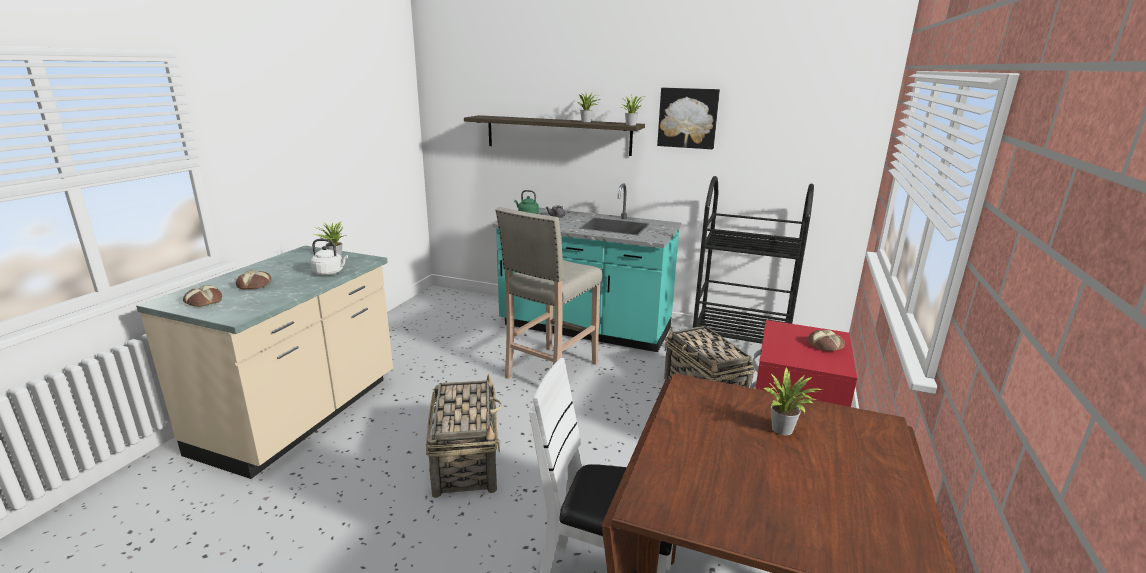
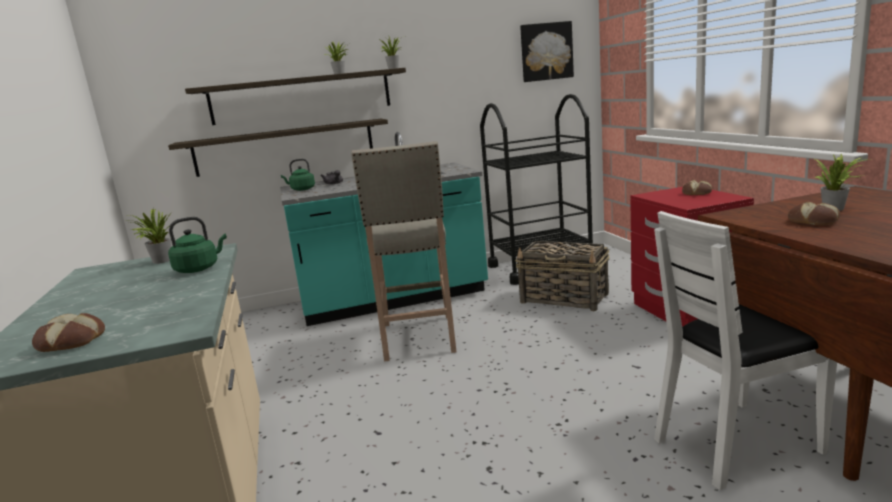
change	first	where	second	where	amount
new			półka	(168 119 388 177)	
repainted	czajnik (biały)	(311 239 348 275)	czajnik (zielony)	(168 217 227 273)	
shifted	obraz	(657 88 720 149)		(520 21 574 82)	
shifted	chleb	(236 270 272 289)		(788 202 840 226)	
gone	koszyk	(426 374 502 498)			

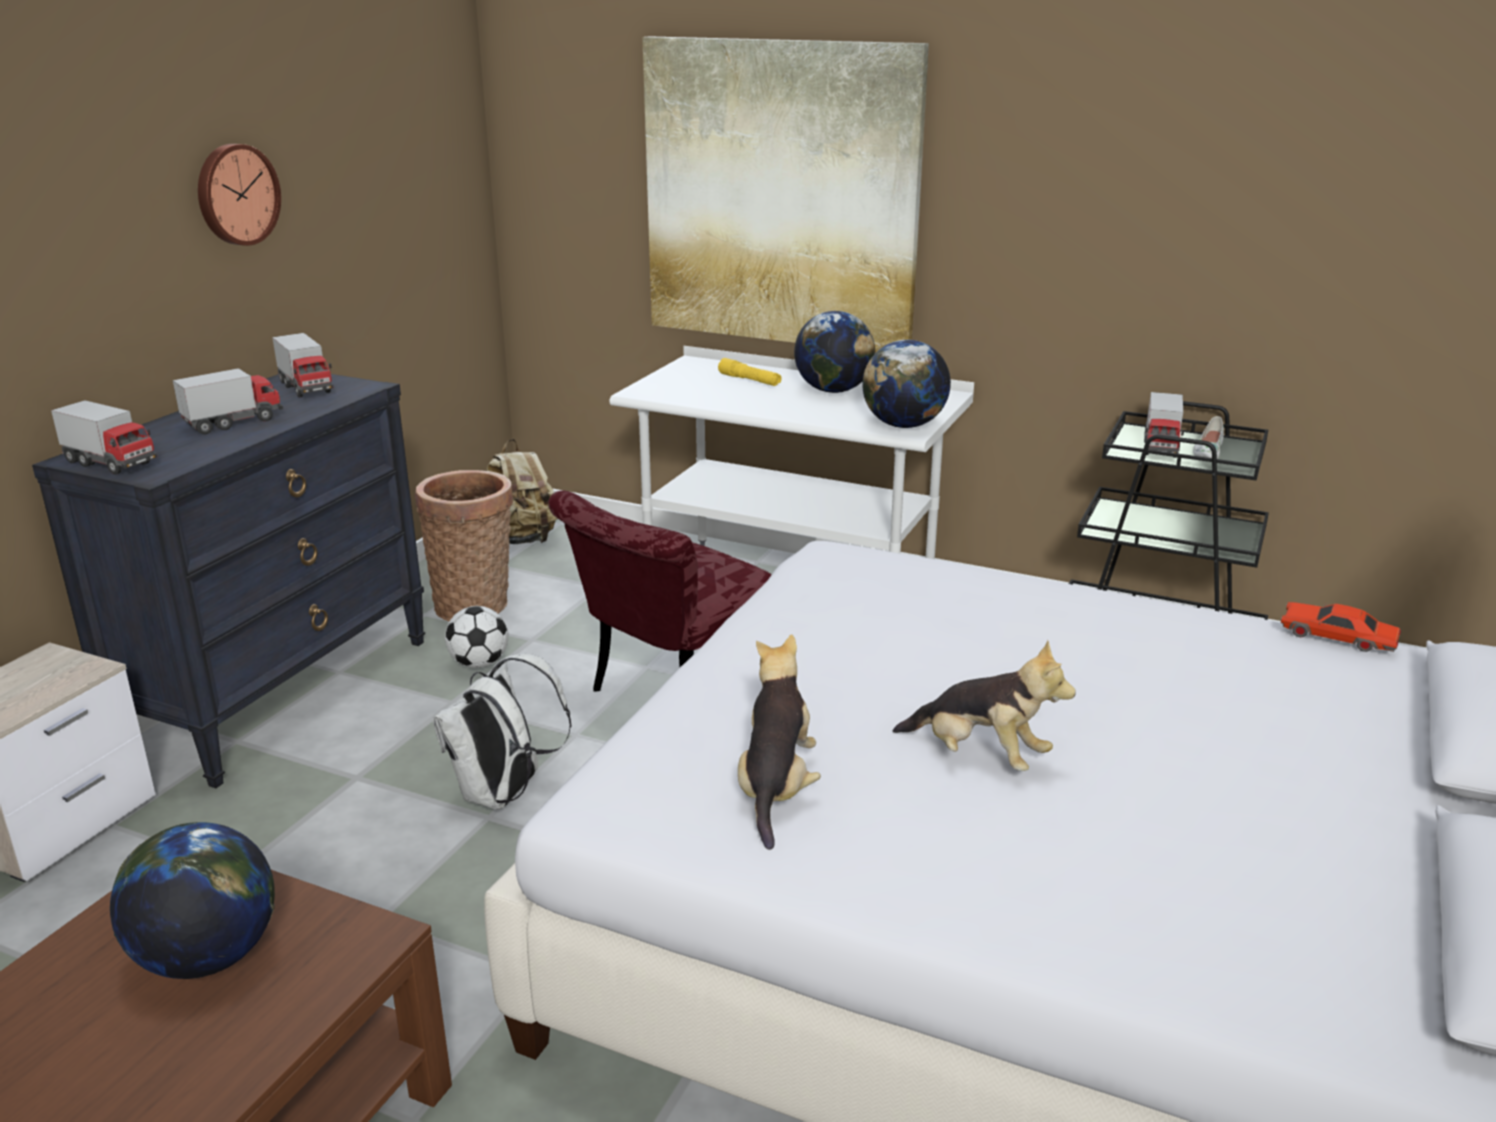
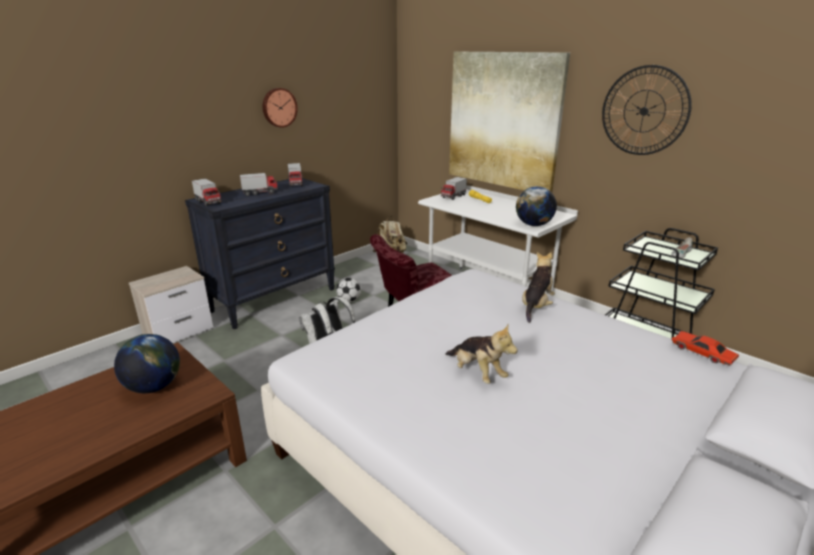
change	first	where	second	where	amount
shifted	ciężarówka zabawkowa	(1144 392 1184 458)		(441 177 467 200)	
shifted	pluszak	(738 634 821 850)		(522 252 555 323)	
new			zegar ścienny	(602 65 692 155)	
gone	koszyk	(415 470 513 621)			
gone	globus	(794 311 875 393)			

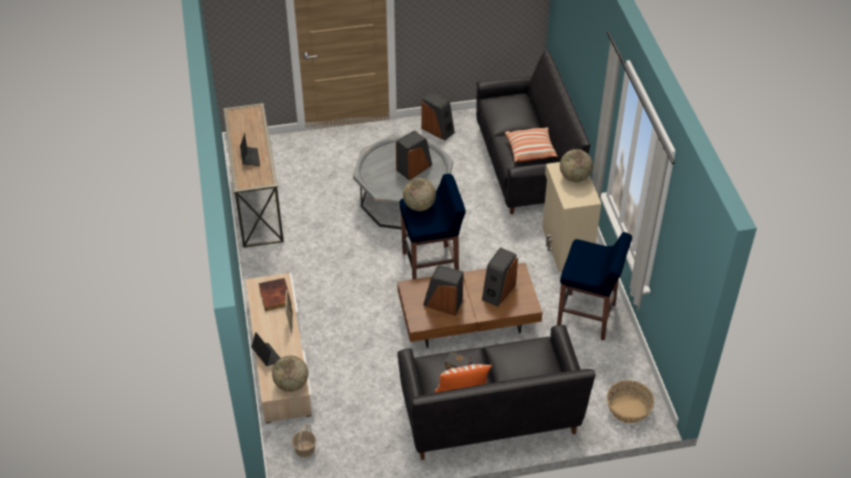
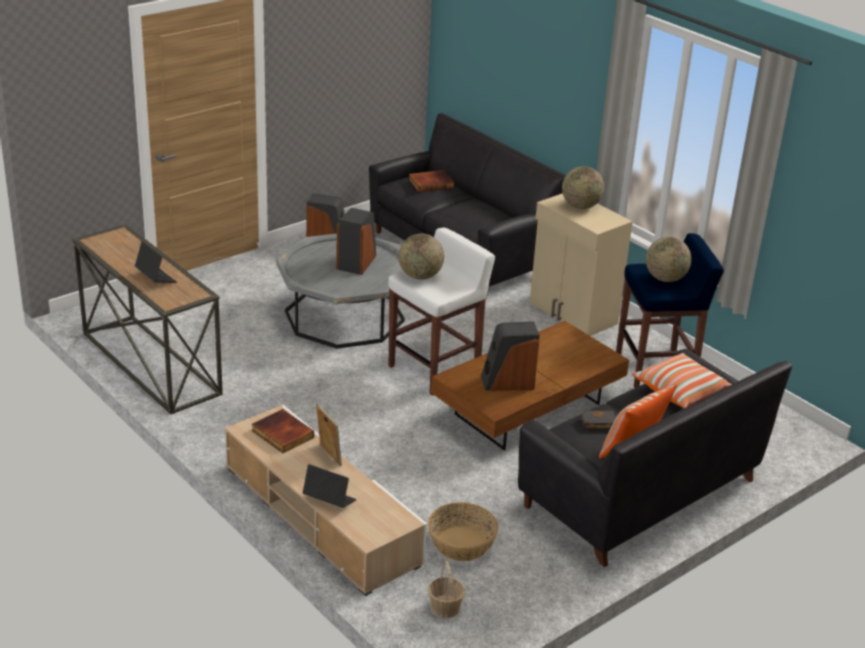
change	first	where	second	where	amount
repainted	stołek (niebieski)	(399 174 466 279)	stołek (biały)	(388 228 495 396)	
new			książka	(409 170 454 192)	
shifted	koszyk	(607 380 654 423)		(428 502 499 561)	
shifted	poduszka	(505 127 558 162)		(632 353 732 408)	
shifted	globus	(272 355 308 392)		(646 237 692 282)	
gone	głośnik	(482 247 518 307)			

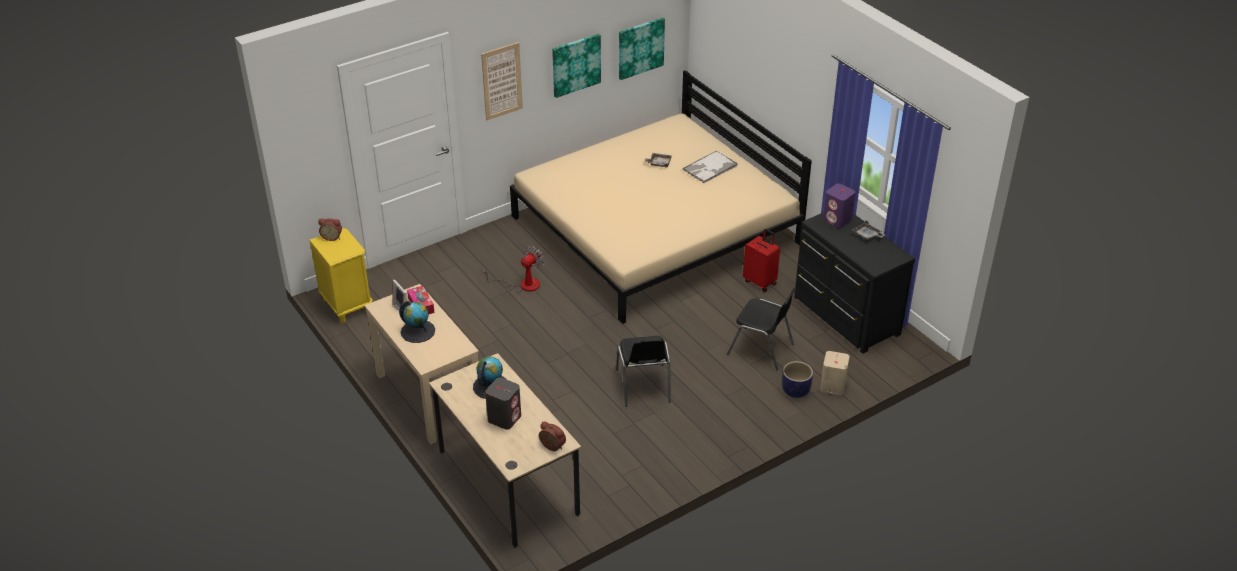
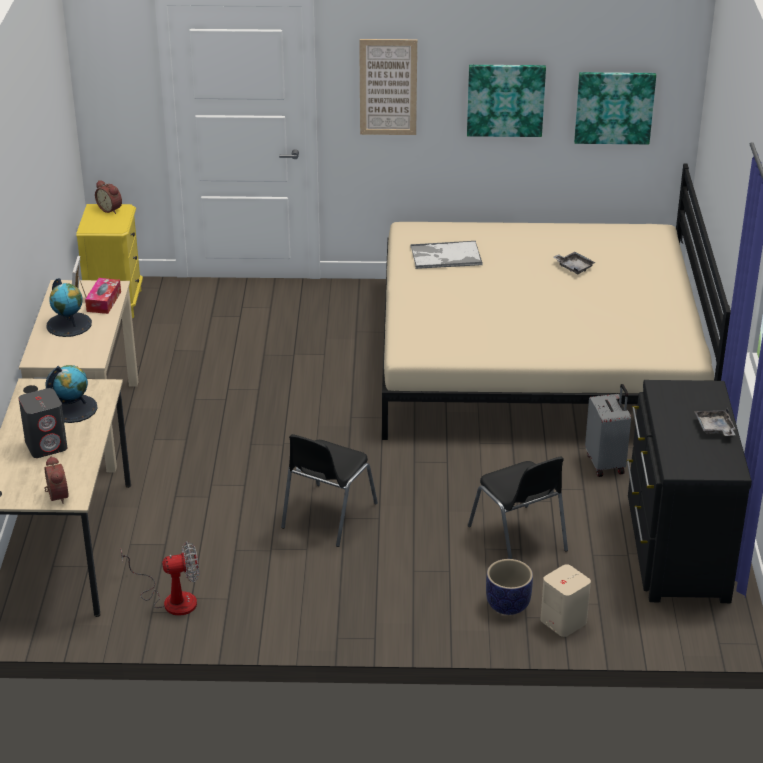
change	first	where	second	where	amount
shifted	wentylator	(482 246 544 292)		(121 542 199 616)	
shifted	taca	(683 151 738 183)		(410 241 483 269)	
repainted	walizka (czerwony)	(743 229 780 292)	walizka (szary)	(585 384 631 477)	
gone	głośnik (fioletowy)	(823 184 855 228)			

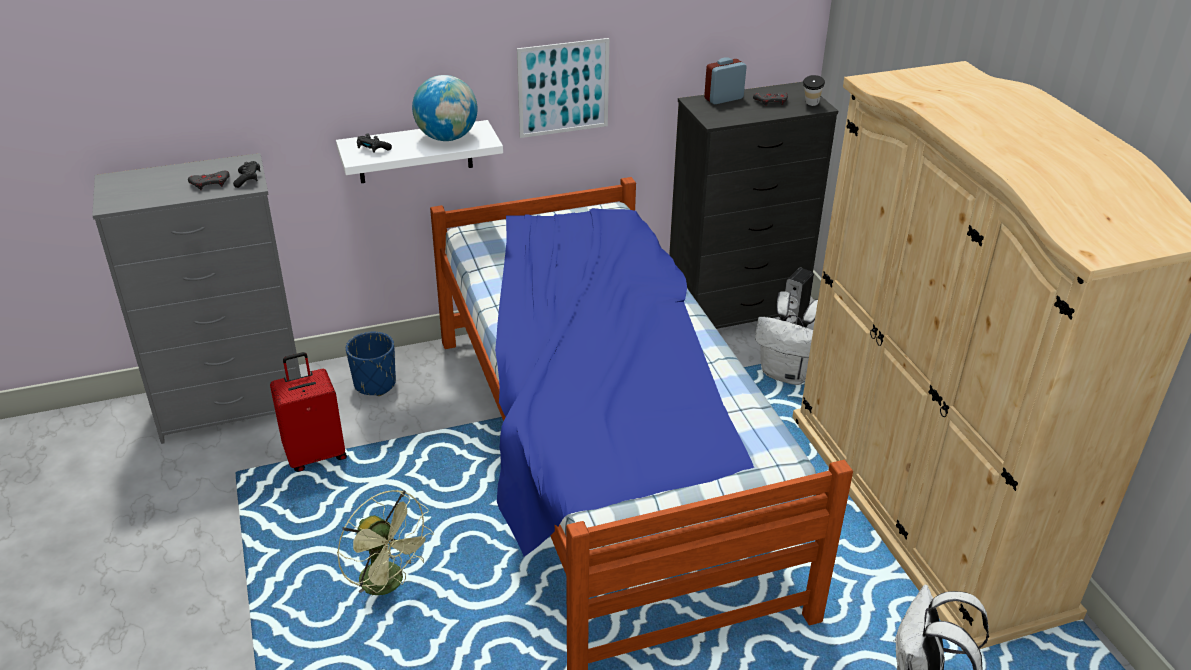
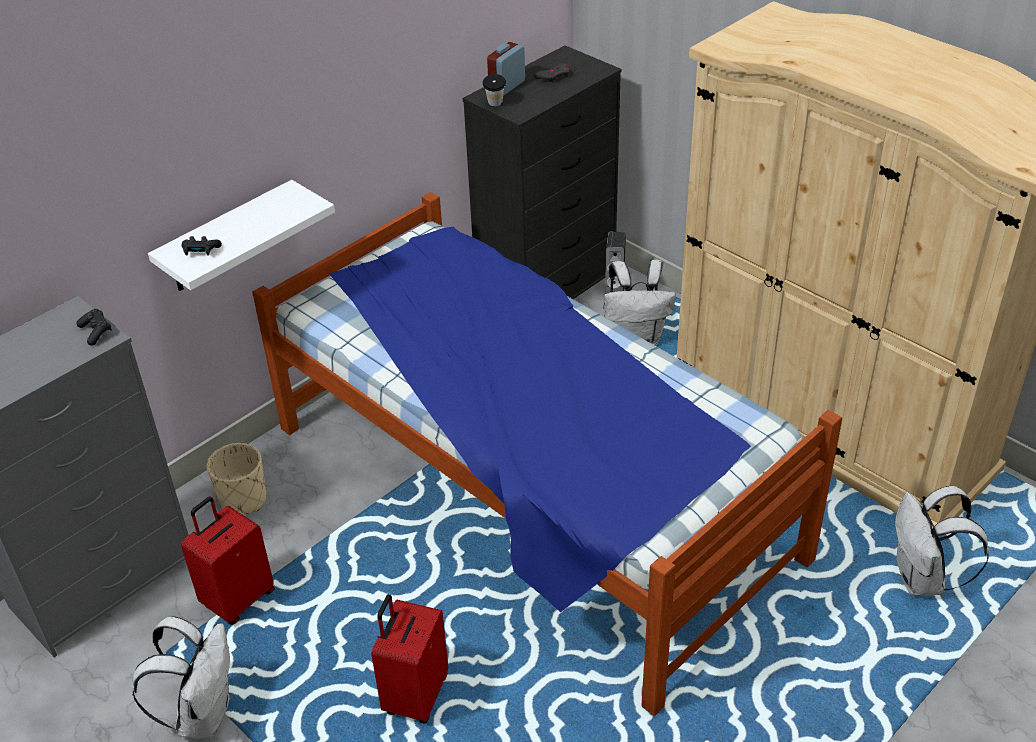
change	first	where	second	where	amount
new			plecak (biały)	(132 616 230 739)	
repainted	donica (niebieski)	(346 332 396 396)	donica (beżowy)	(207 443 267 515)	
swapped	wentylator (zielony)	(337 490 434 595)	walizka (czerwony)	(371 594 448 723)	
shifted	filiżanka	(803 75 825 106)		(483 74 506 107)	
gone	pad do gier (szary)	(188 171 230 190)			
gone	globus	(412 75 478 141)			
gone	obraz	(517 38 609 138)			

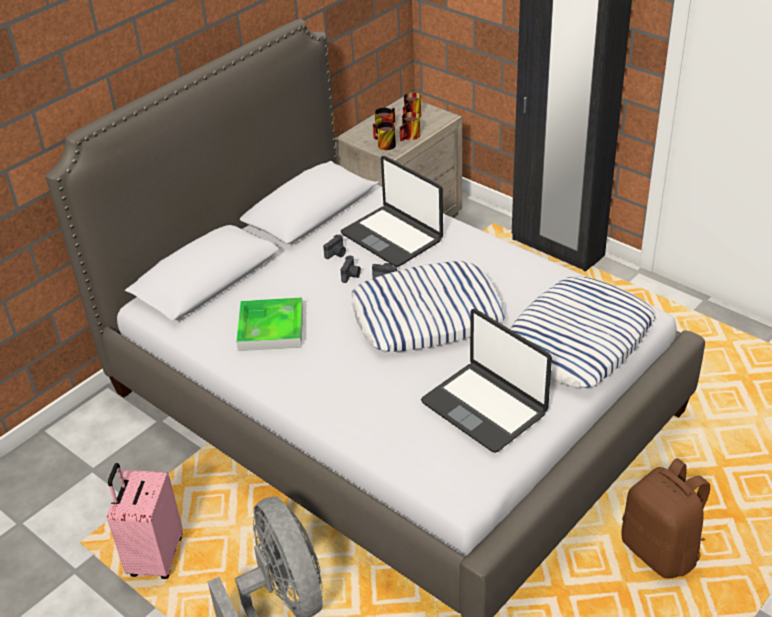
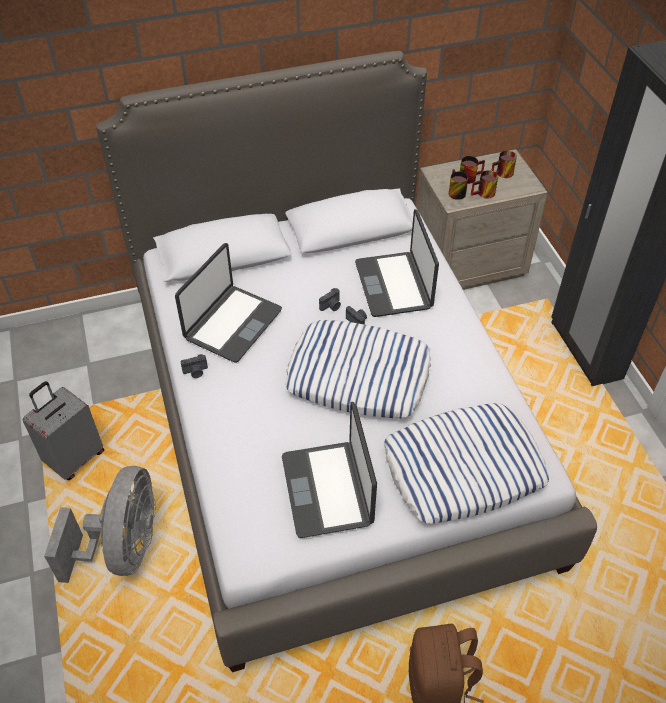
change	first	where	second	where	amount
repainted	walizka (różowy)	(107 463 182 579)	walizka (szary)	(23 381 104 480)	
swapped	taca	(236 297 303 351)	laptop	(175 243 282 363)	
shifted	aparat fotograficzny	(323 234 346 259)		(180 354 208 378)	

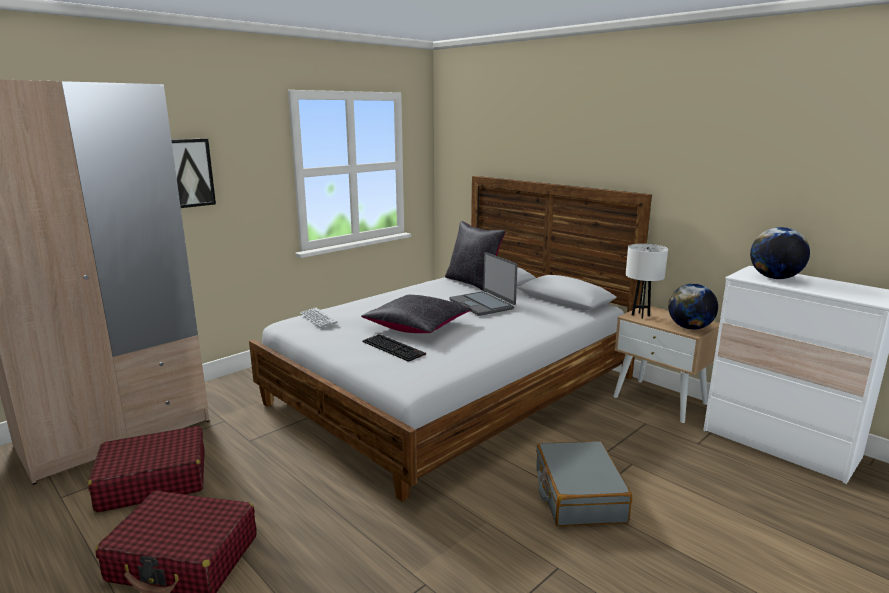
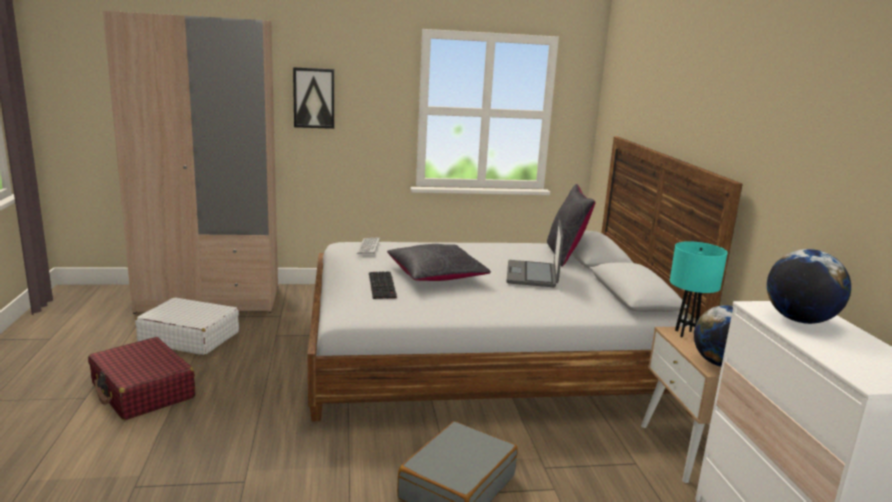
change	first	where	second	where	amount
repainted	walizka (czerwony)	(88 426 205 513)	walizka (biały)	(135 297 239 355)	
repainted	lampa stołowa (biały)	(626 244 668 319)	lampa stołowa (turkusowy)	(670 241 728 337)	

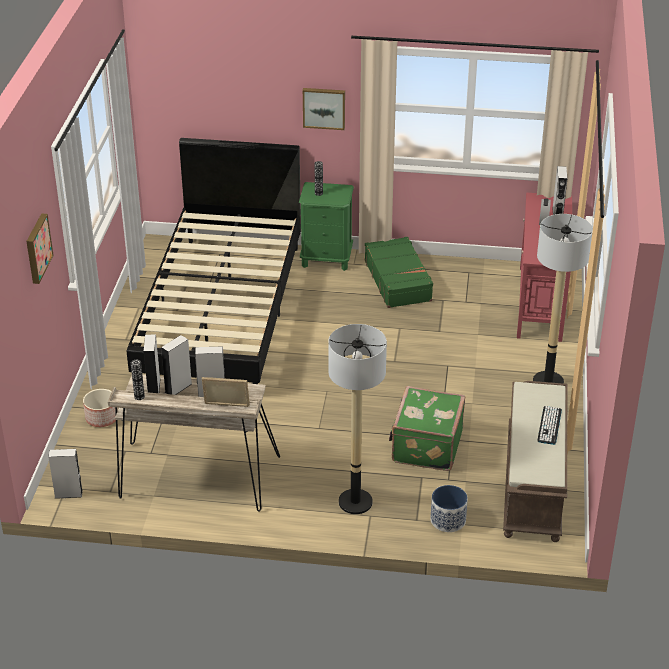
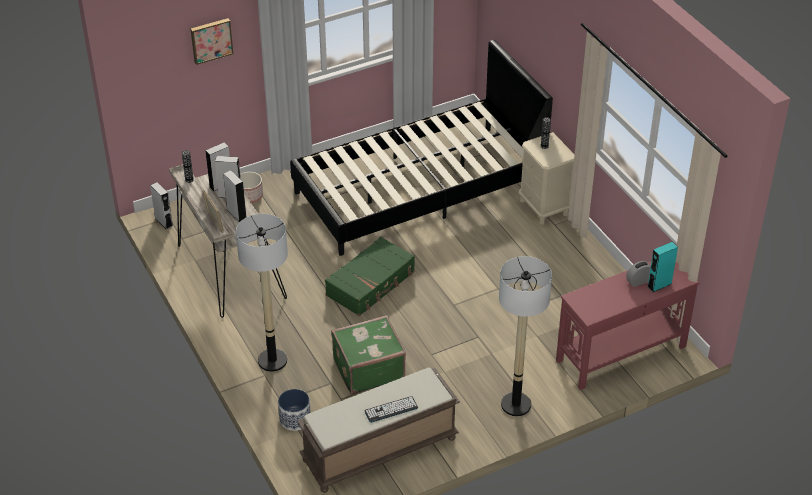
change	first	where	second	where	amount
shifted	walizka (zielony)	(365 237 434 308)		(325 237 415 316)	
repainted	szafka nocna (zielony)	(299 182 354 271)	szafka nocna (beżowy)	(519 132 575 225)	
repainted	głośnik (szary)	(552 166 568 215)	głośnik (turkusowy)	(647 242 678 292)	
gone	obraz	(303 88 345 130)			

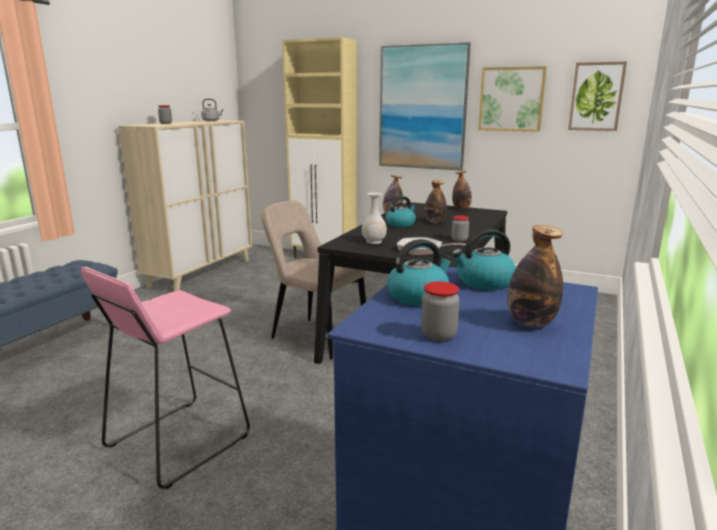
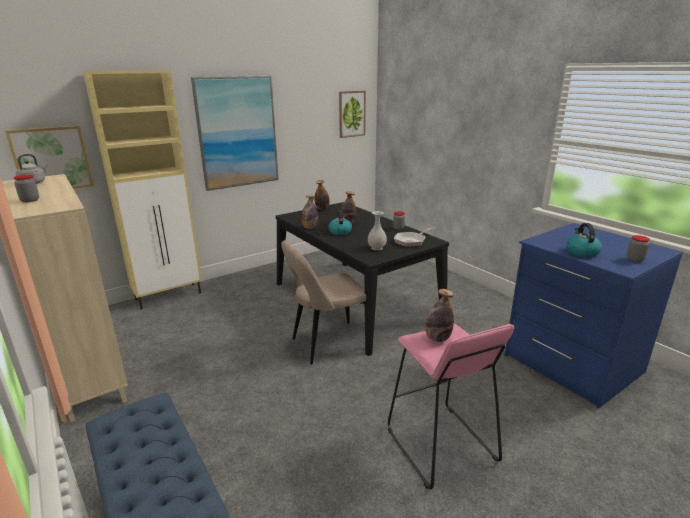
change	first	where	second	where	amount
shifted	obraz	(478 66 547 132)		(5 126 93 189)	
shifted	butelka	(507 225 563 328)		(425 289 454 342)	
gone	czajnik	(452 229 516 290)			

